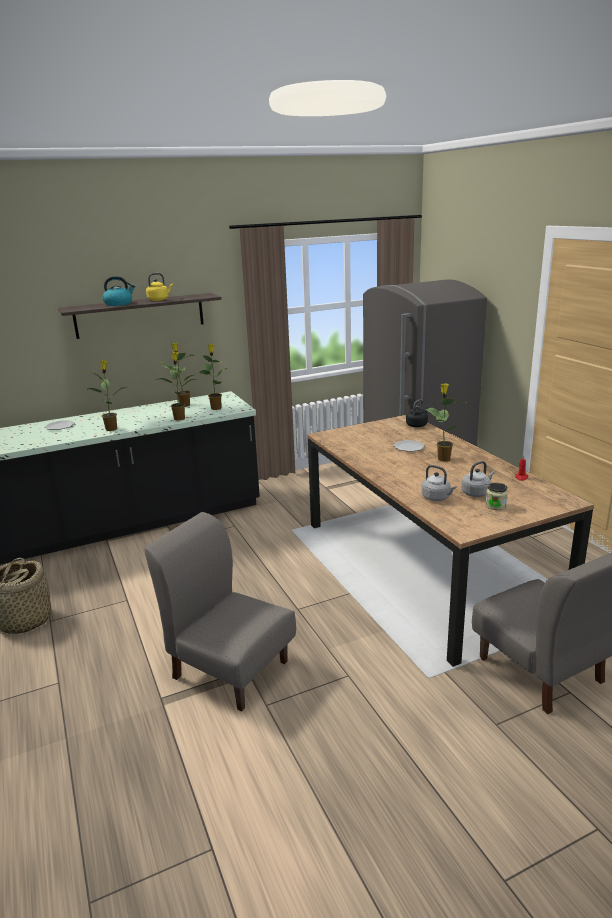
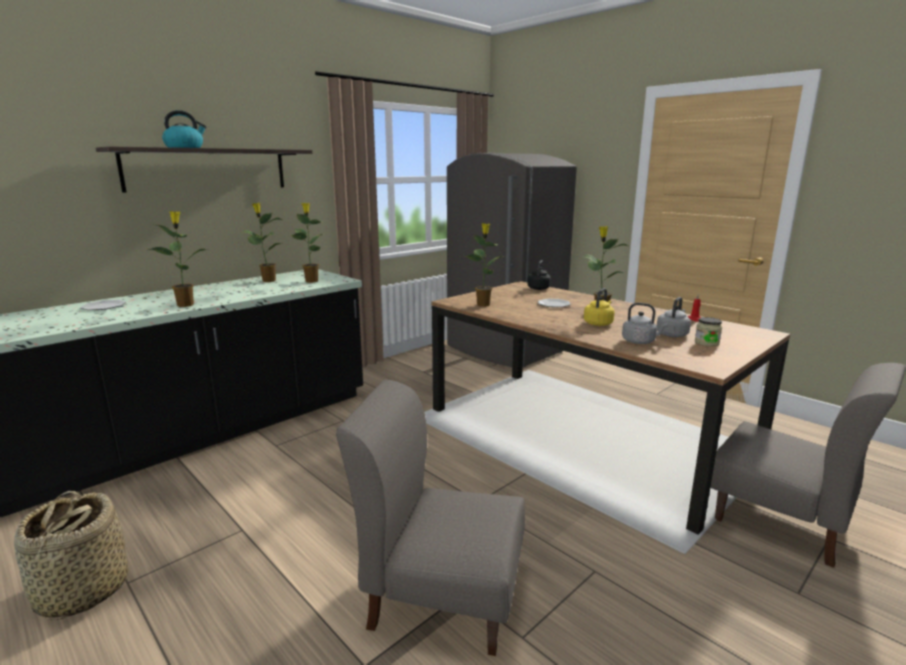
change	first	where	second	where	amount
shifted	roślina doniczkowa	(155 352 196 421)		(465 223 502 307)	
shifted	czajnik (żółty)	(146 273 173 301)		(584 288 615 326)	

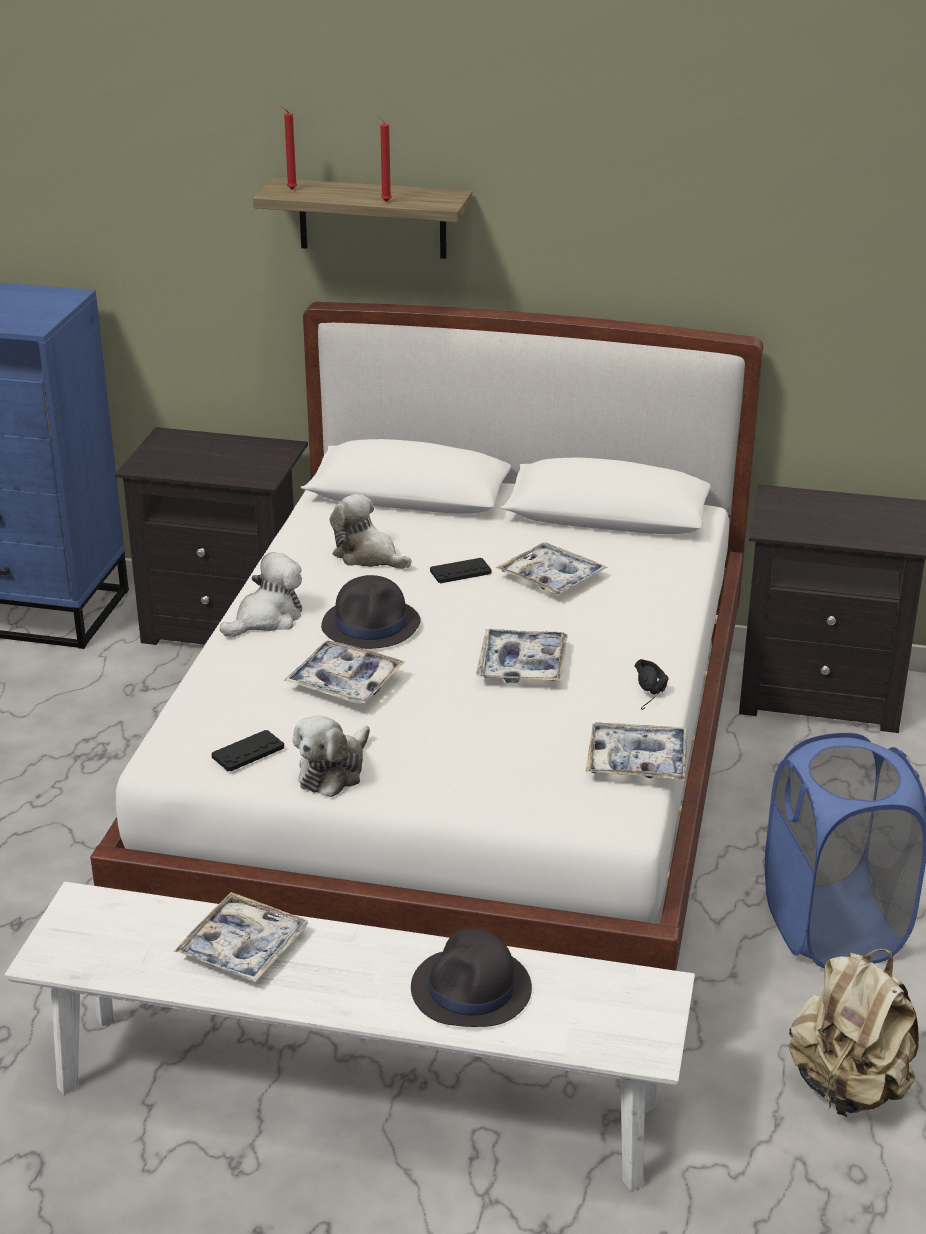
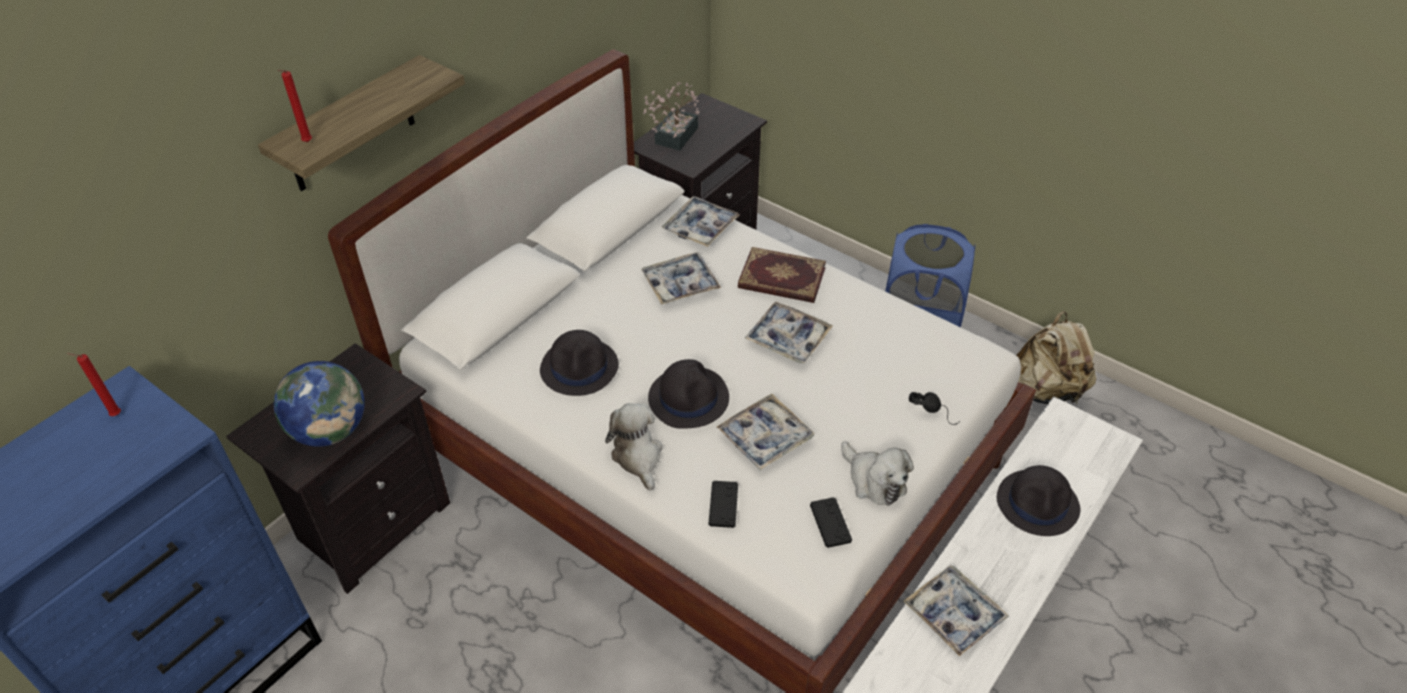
change	first	where	second	where	amount
shifted	świeca (czerwony)	(378 114 392 202)		(66 353 121 416)	
new			globus	(274 361 365 447)	
swapped	pluszak	(330 494 412 569)	kapelusz (czarny)	(540 330 619 396)	
new			roślina doniczkowa	(643 82 699 151)	
shifted	taca	(586 722 688 781)		(662 196 740 247)	
shifted	pad do gier (czarny)	(430 558 492 583)		(709 481 738 528)	
new			książka	(738 247 826 303)	
shifted	słuchawki (czarny)	(634 659 669 710)		(909 392 960 425)	

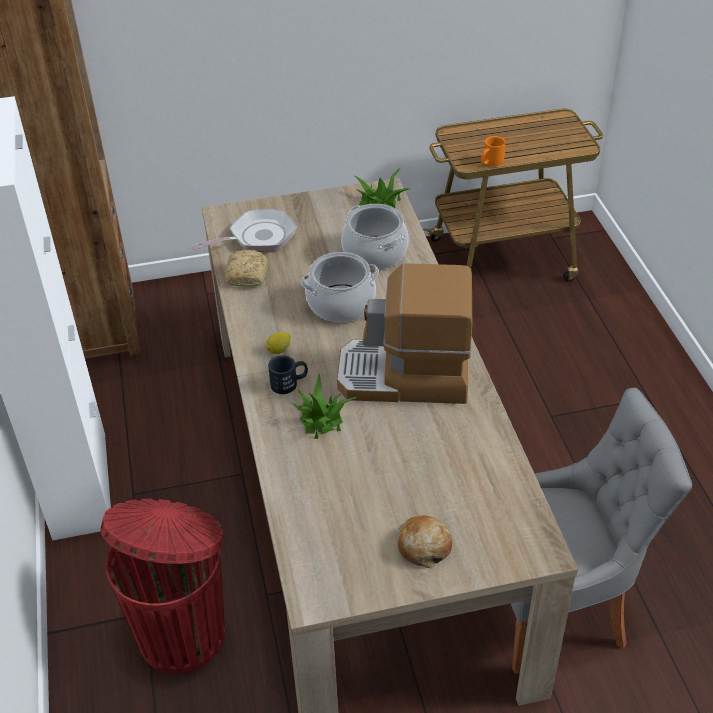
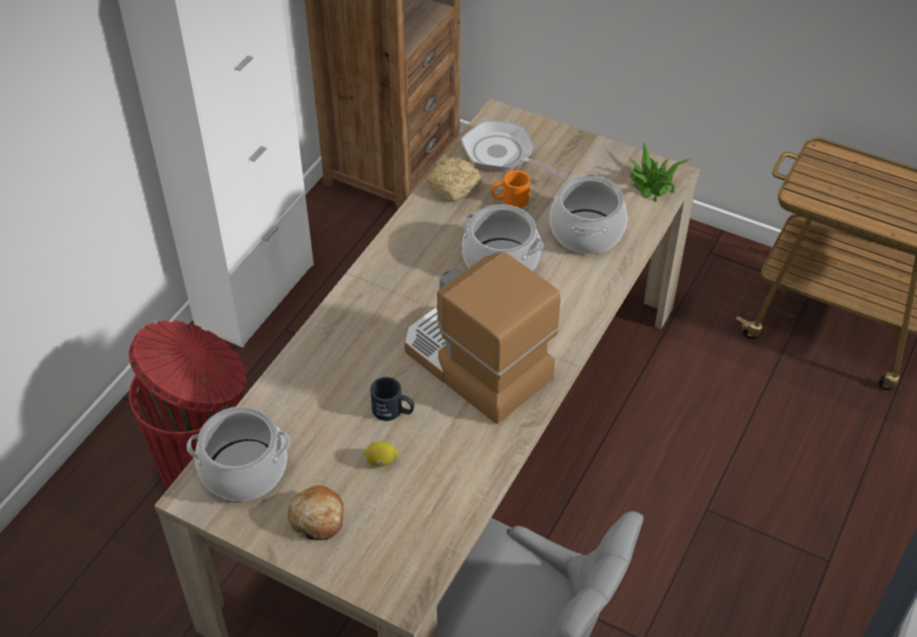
change	first	where	second	where	amount
new			garnek	(187 406 290 501)	
shifted	cytryna	(266 332 291 354)		(364 442 398 467)	
shifted	kubek (czarny)	(268 355 308 394)		(370 377 414 421)	
rotated	patelnia	(191 209 297 252)		(461 120 567 179)	150 degrees counterclockwise
shifted	kubek (pomarańczowy)	(481 136 506 166)		(491 170 530 208)	
gone	roślina doniczkowa	(288 374 358 439)			

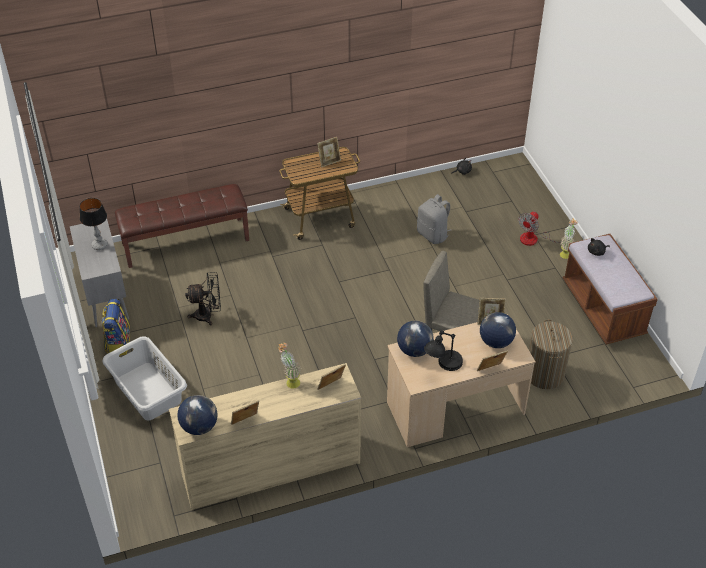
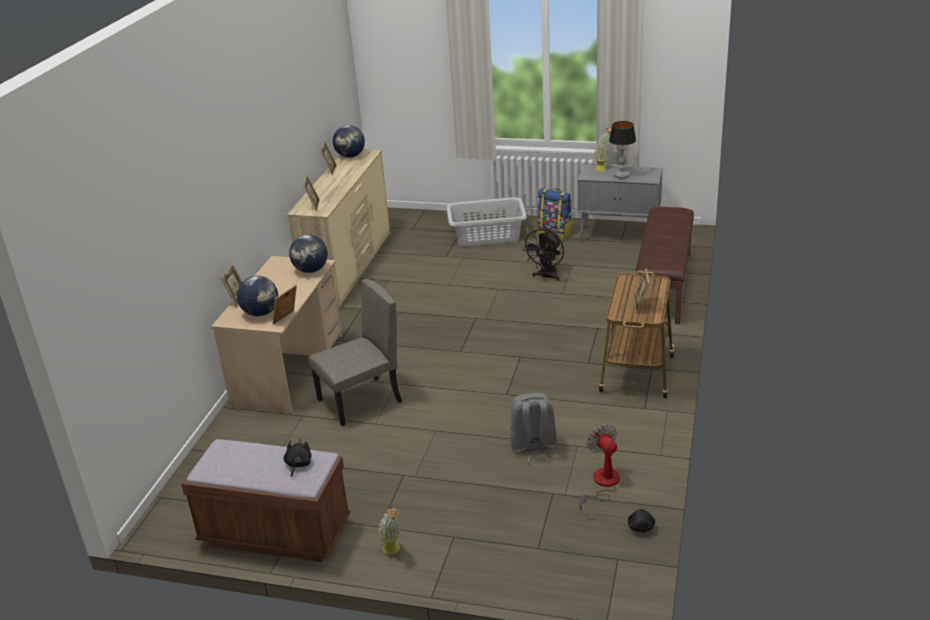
change	first	where	second	where	amount
shifted	wentylator	(518 212 572 246)		(579 424 620 511)	
shifted	roślina doniczkowa	(278 342 301 389)		(594 127 612 171)	
gone	lampa stołowa (czarny)	(424 330 463 371)			
gone	kosz na pranie	(529 319 573 389)			

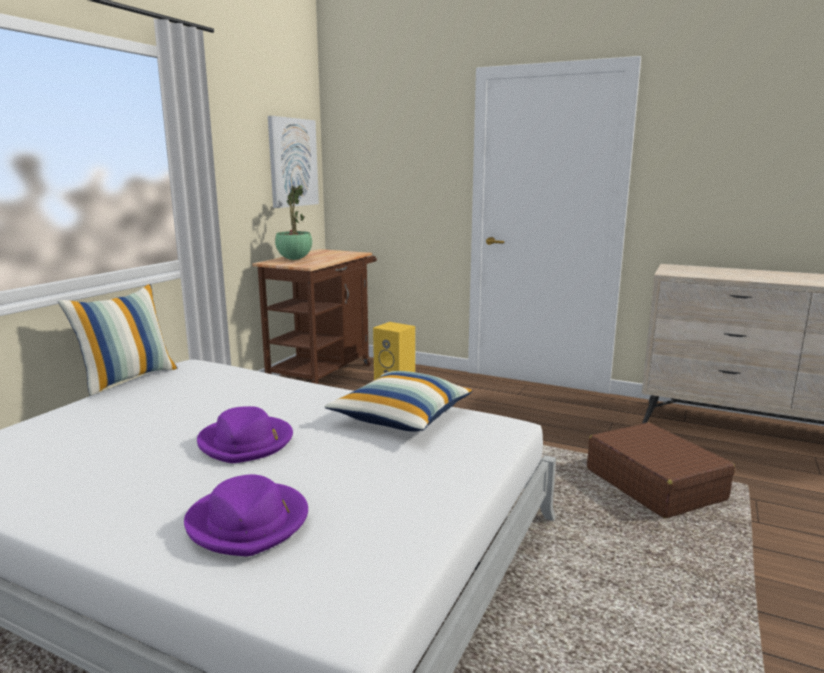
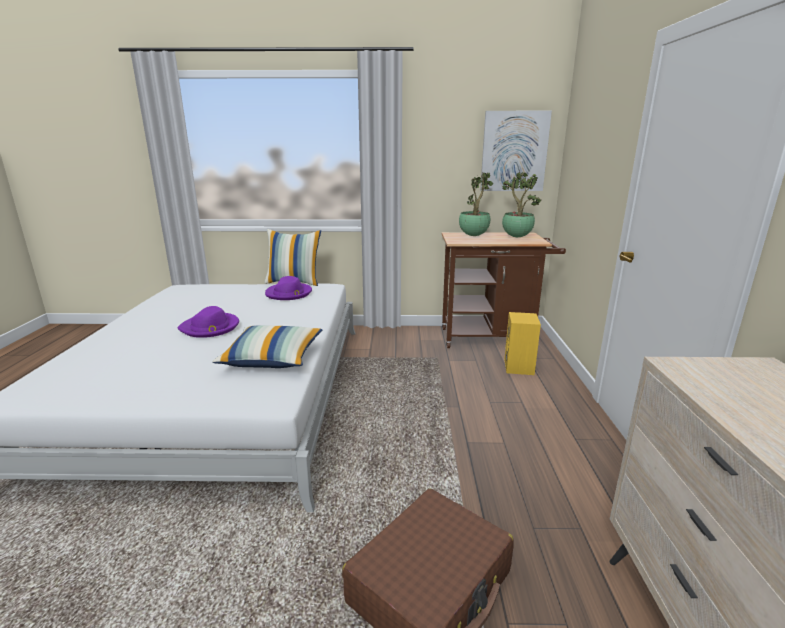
change	first	where	second	where	amount
shifted	kapelusz (fioletowy)	(184 474 308 556)		(265 276 312 300)	
new			roślina doniczkowa	(502 172 541 237)	

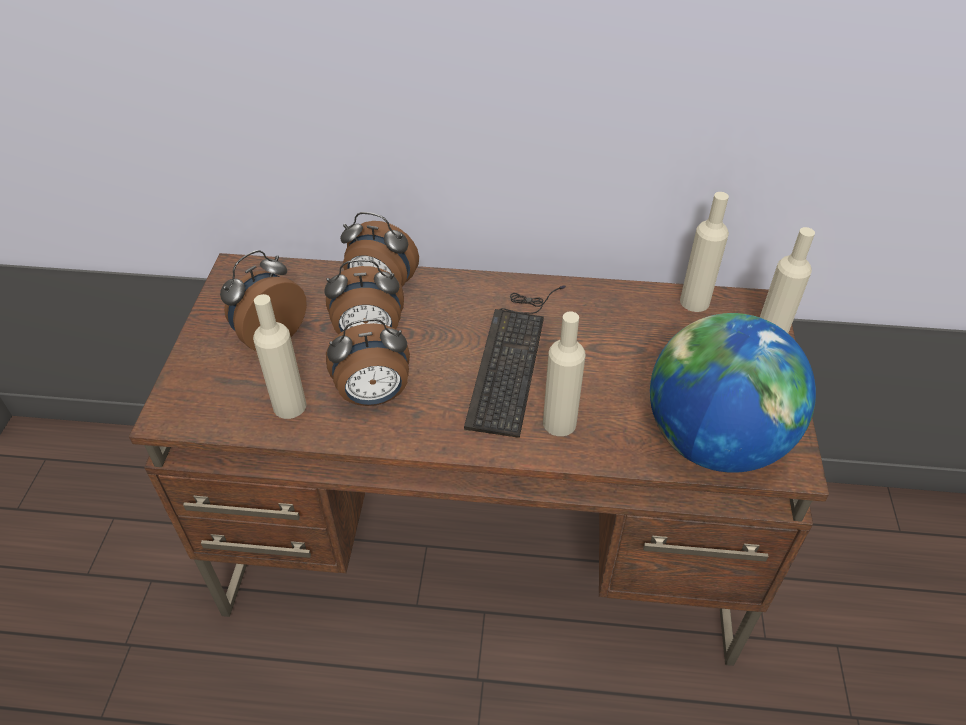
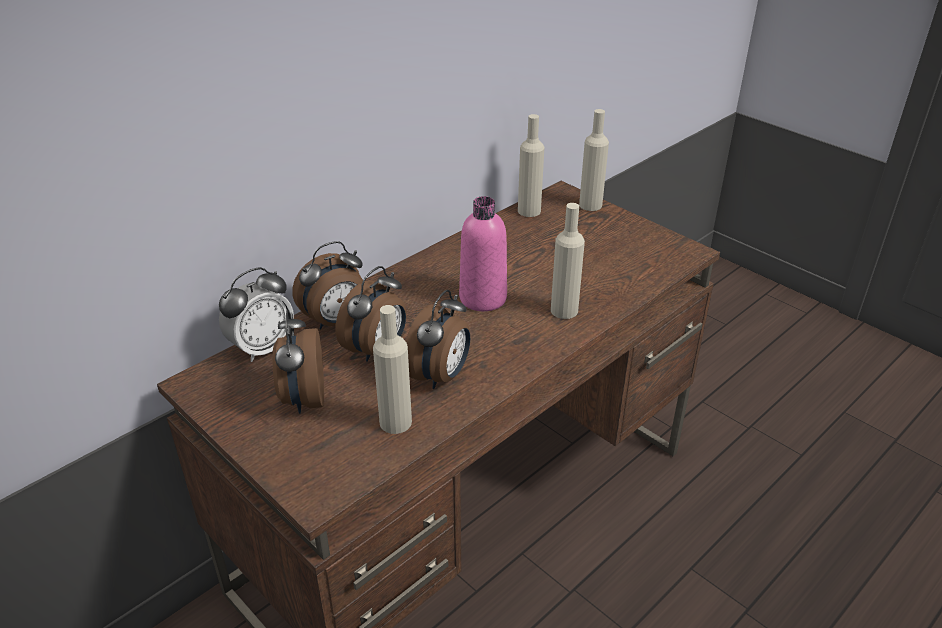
change	first	where	second	where	amount
new			budzik	(219 267 294 362)	
swapped	klawiatura	(464 286 566 438)	butelka (różowy)	(459 196 507 311)	
gone	globus	(650 313 816 473)			

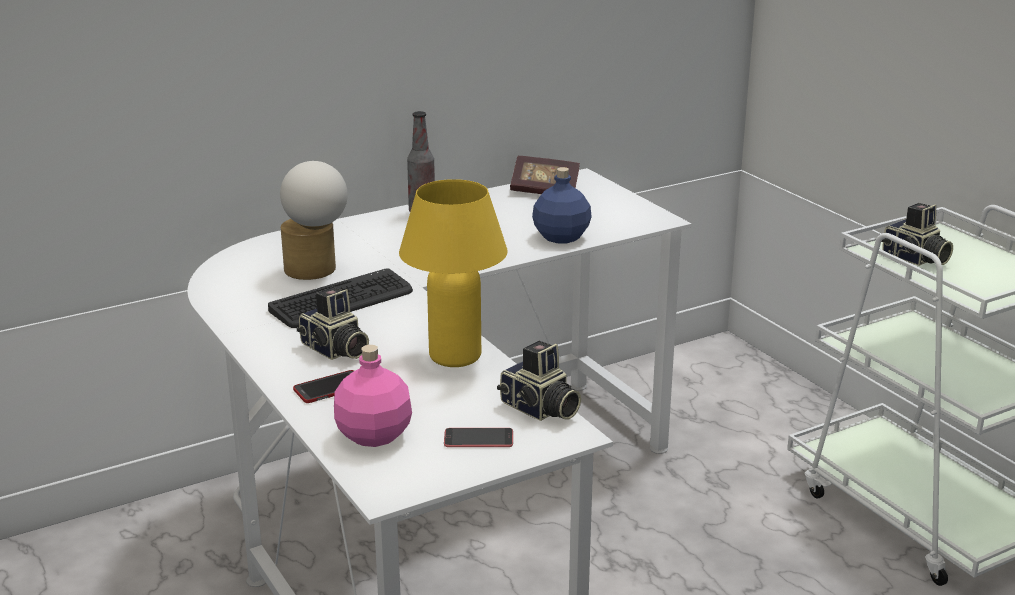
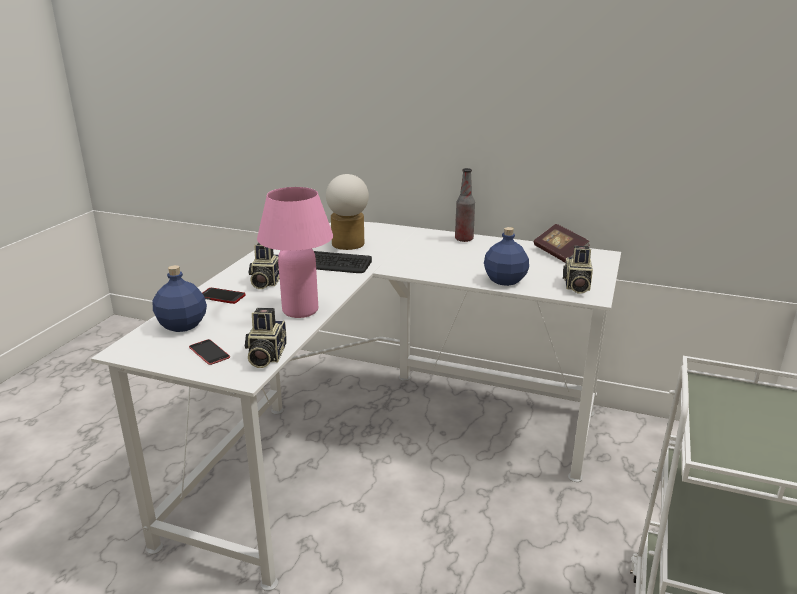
change	first	where	second	where	amount
repainted	butelka (różowy)	(334 345 412 447)	butelka (niebieski)	(152 265 207 332)	
repainted	lampa stołowa (żółty)	(399 179 508 367)	lampa stołowa (różowy)	(257 187 333 318)	
shifted	aparat fotograficzny	(881 203 953 266)		(563 246 593 293)	

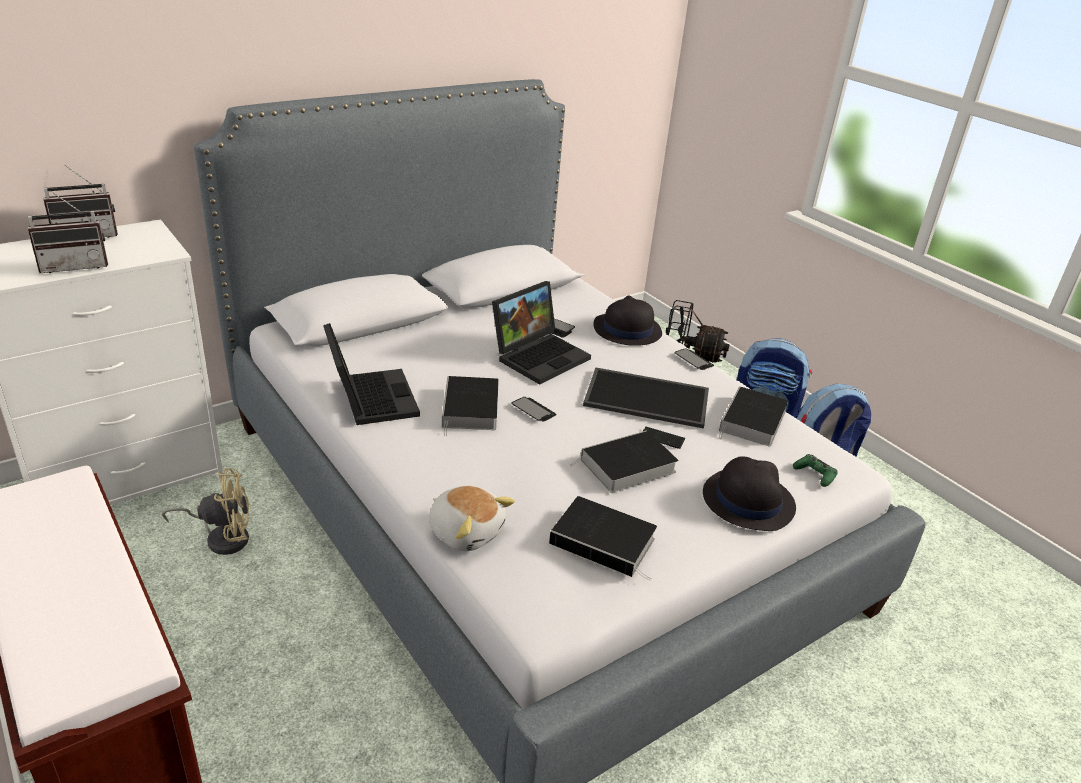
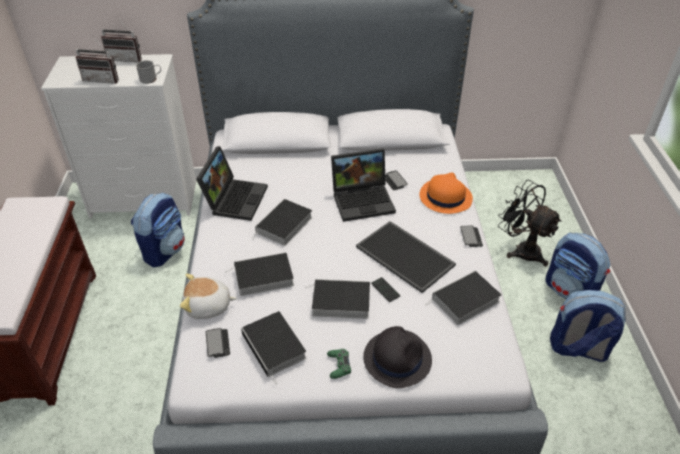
change	first	where	second	where	amount
swapped	wentylator (beżowy)	(162 468 249 555)	plecak	(131 192 185 267)	
new			kubek (szary)	(136 60 161 84)	
rotated	pluszak	(429 486 515 551)		(180 274 237 319)	105 degrees clockwise
shifted	telefon	(511 397 557 421)		(206 328 230 358)	
new			książka	(225 252 294 296)	
shifted	pad do gier (zielony)	(793 454 838 487)		(327 349 351 379)	
repainted	kapelusz (czarny)	(593 296 662 346)	kapelusz (pomarańczowy)	(419 172 473 214)	

